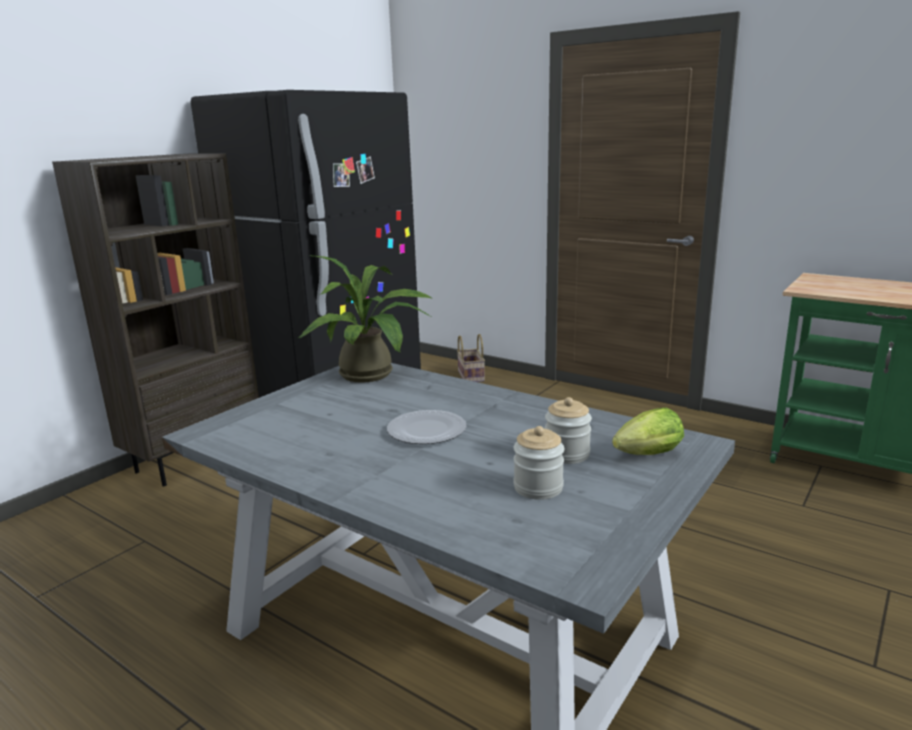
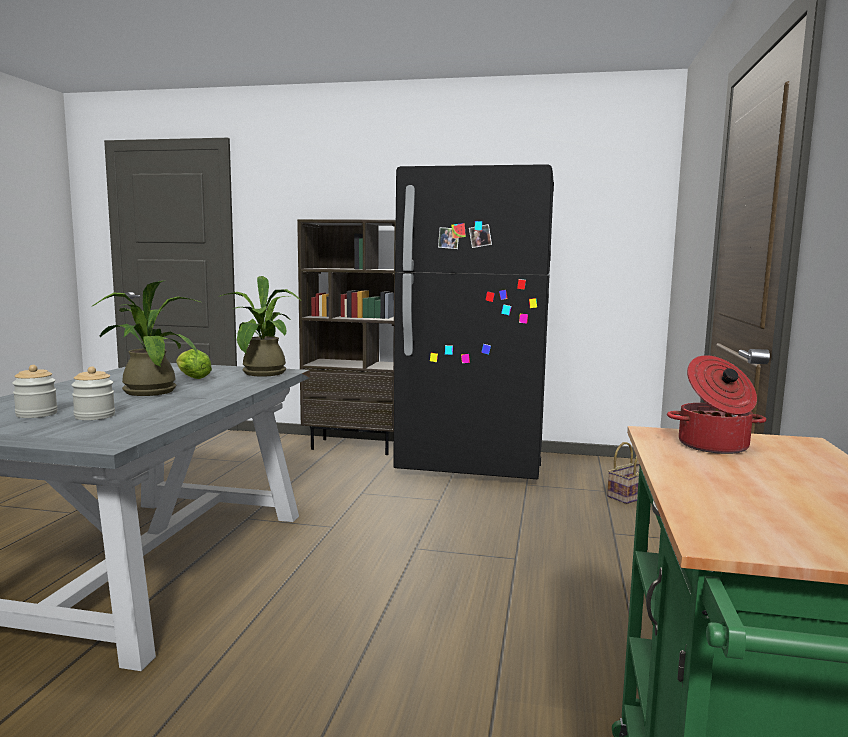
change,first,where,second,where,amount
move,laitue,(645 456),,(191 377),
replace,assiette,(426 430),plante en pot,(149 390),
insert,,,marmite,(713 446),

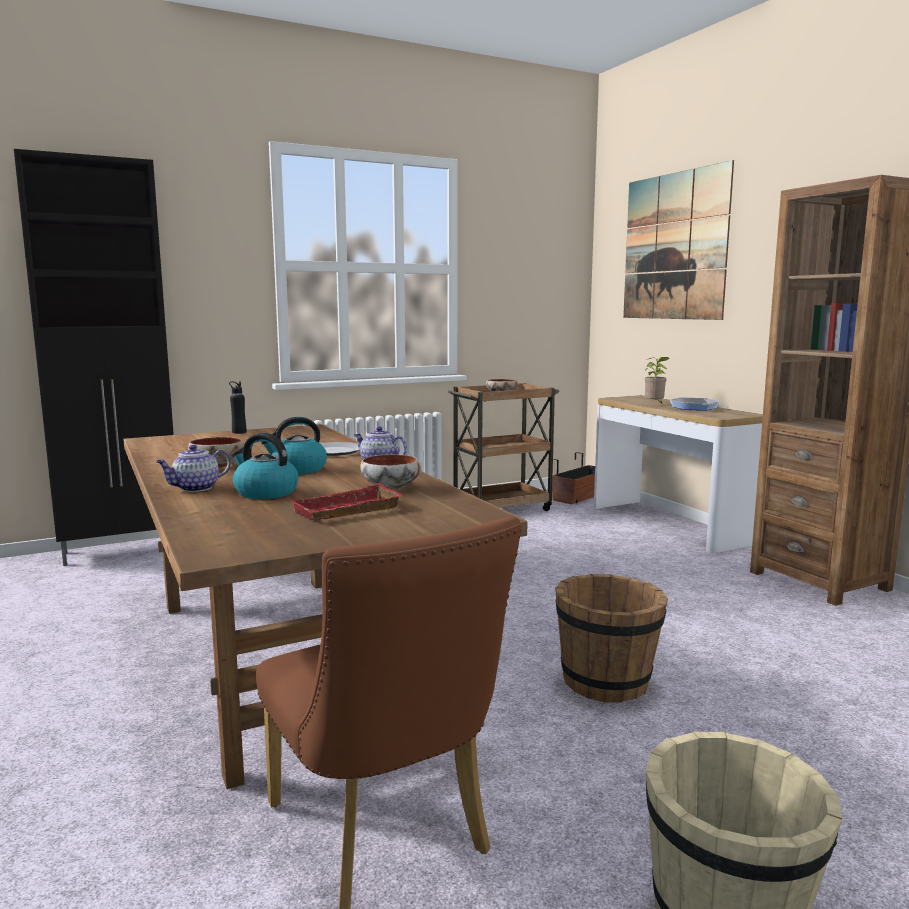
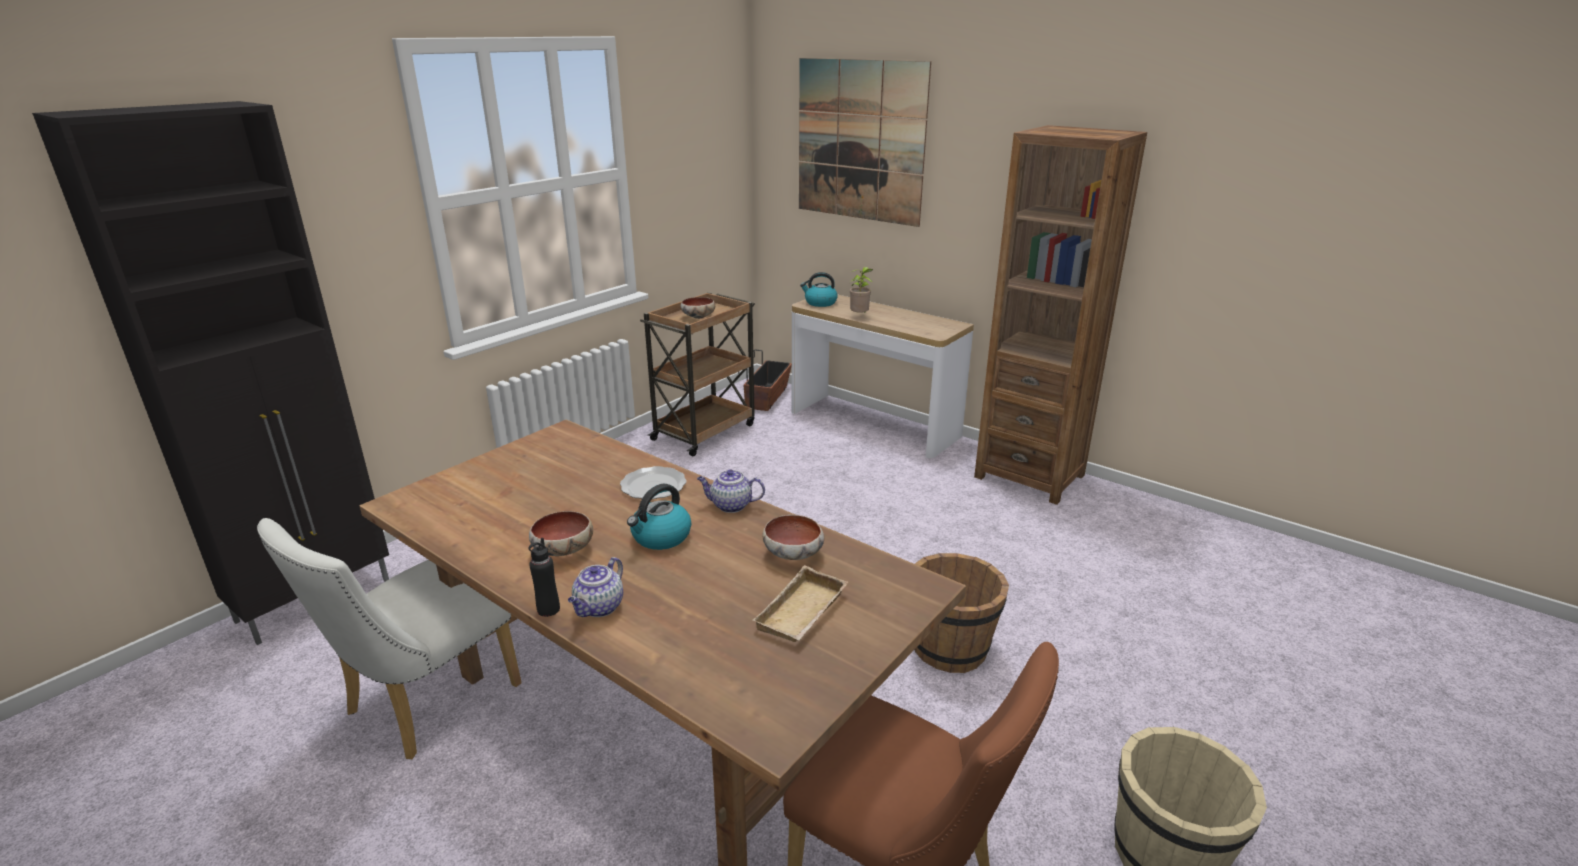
change,first,where,second,where,amount
move,bouteille/noir,(239 432),,(548 609),
delete,poêle,(694 407),,,
move,bouilloire,(265 492),,(820 303),
recolor,plateau/rouge,(347 511),plateau/beige,(803 613),
insert,,,chaise/blanc,(423 705),

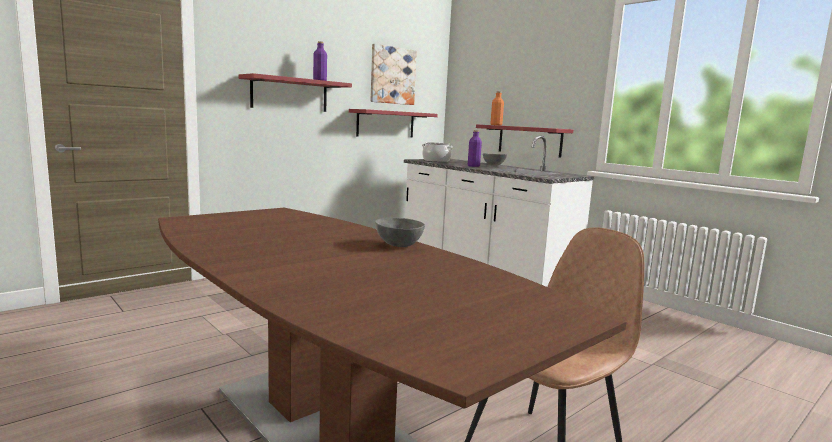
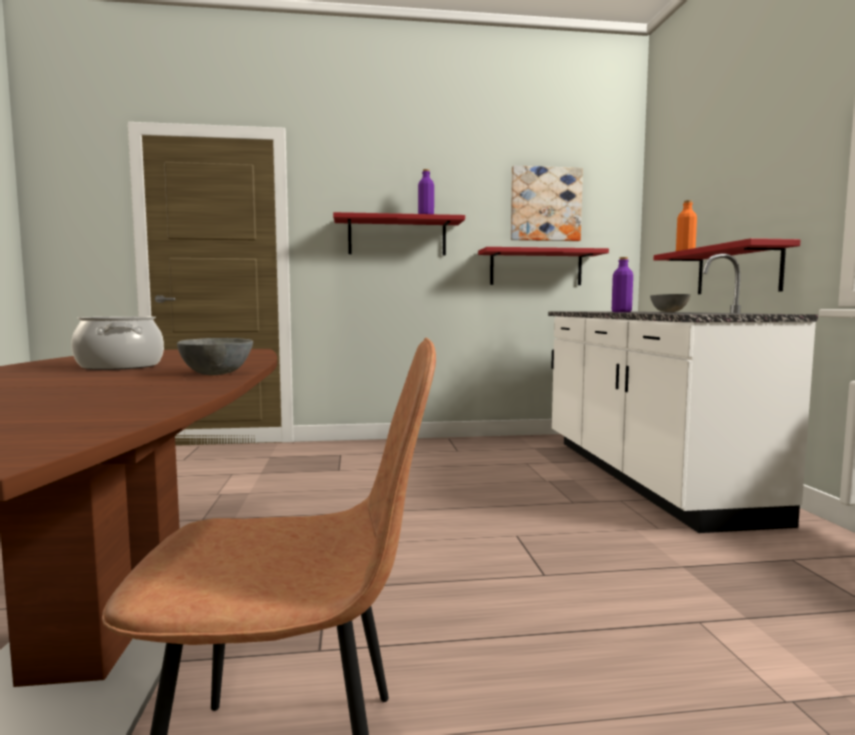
change,first,where,second,where,amount
move,marmite,(436 161),,(119 366),

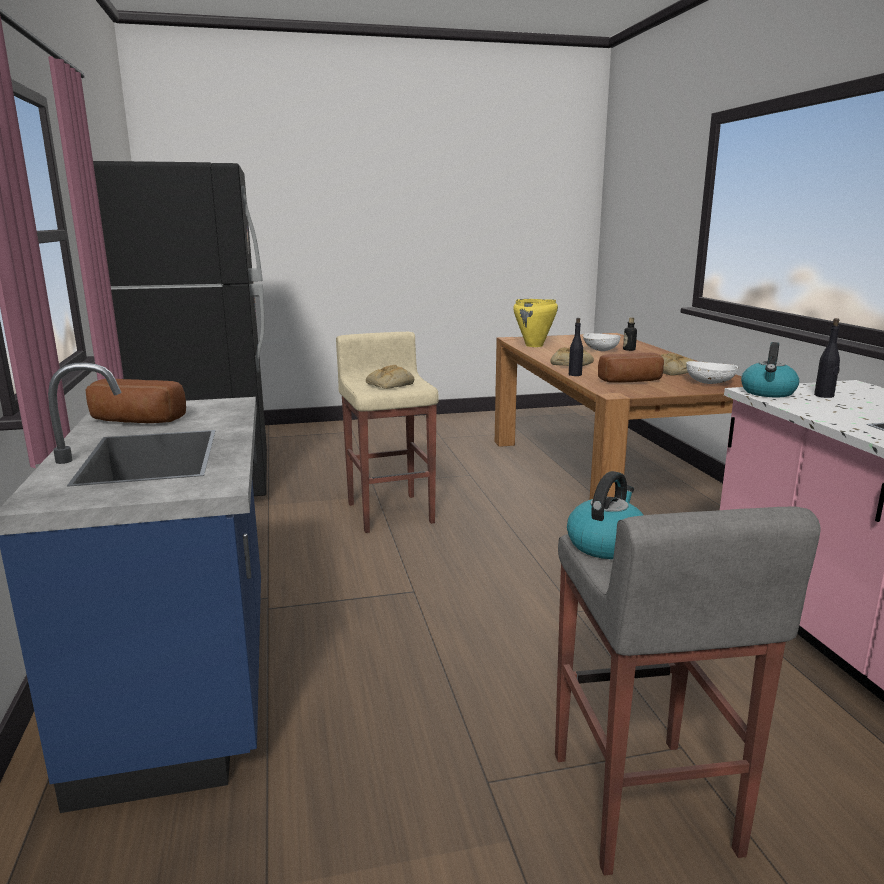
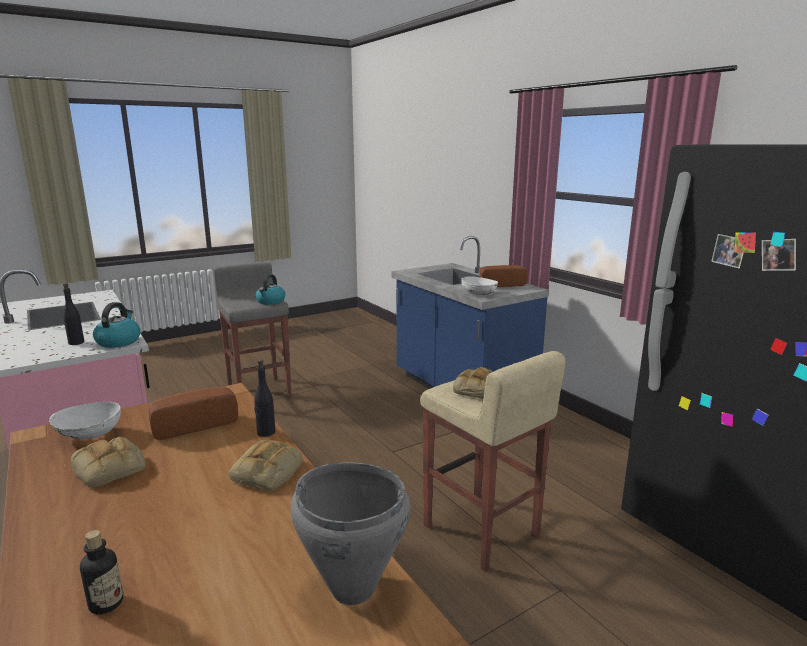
change,first,where,second,where,amount
recolor,marmite/jaune,(534 345),marmite/gris,(352 588),
move,bol/blanc,(600 350),,(479 294),

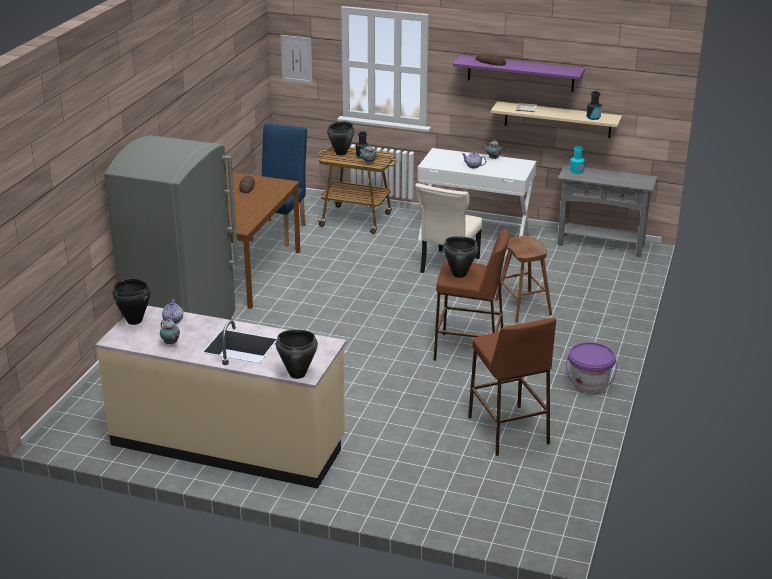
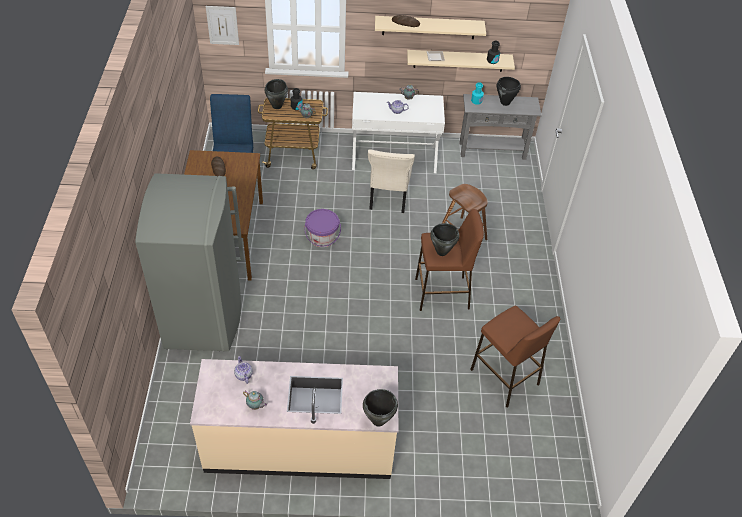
change,first,where,second,where,amount
recolor,étagère/violet,(520 73),étagère/beige,(428 27),
move,marmite/noir,(134 321),,(505 103),
move,seau/violet,(589 384),,(322 238),

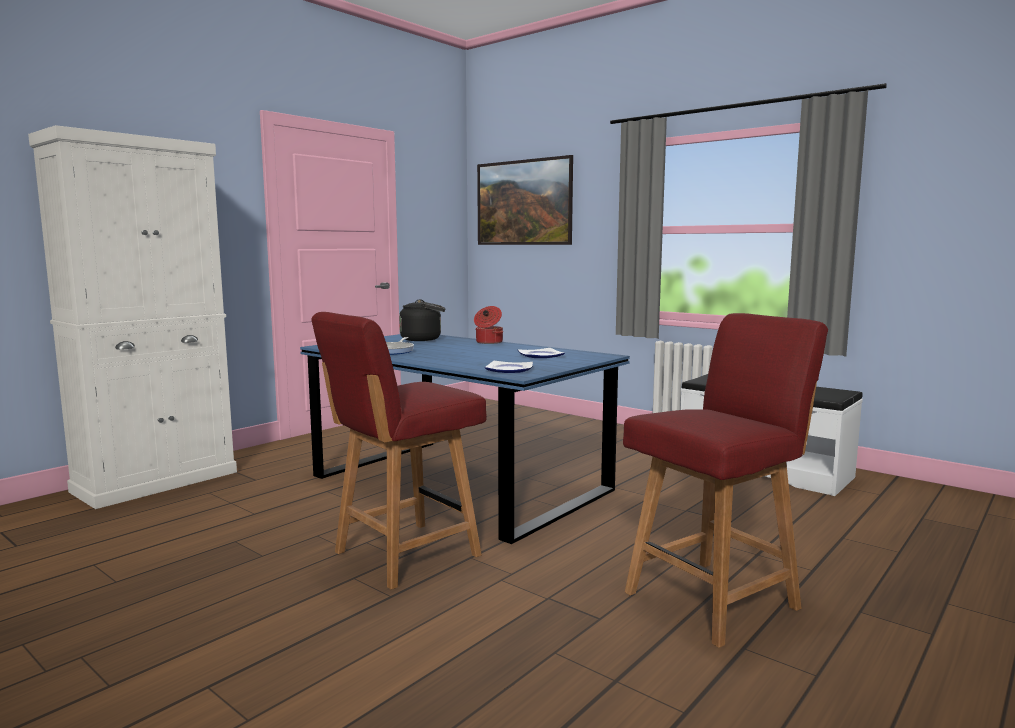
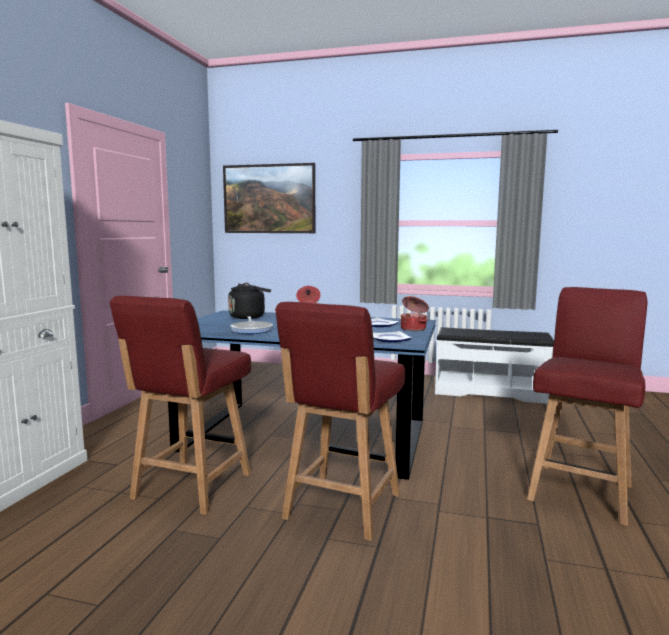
change,first,where,second,where,amount
insert,,,chaise/rouge,(190 487),
insert,,,marmite,(413 329),

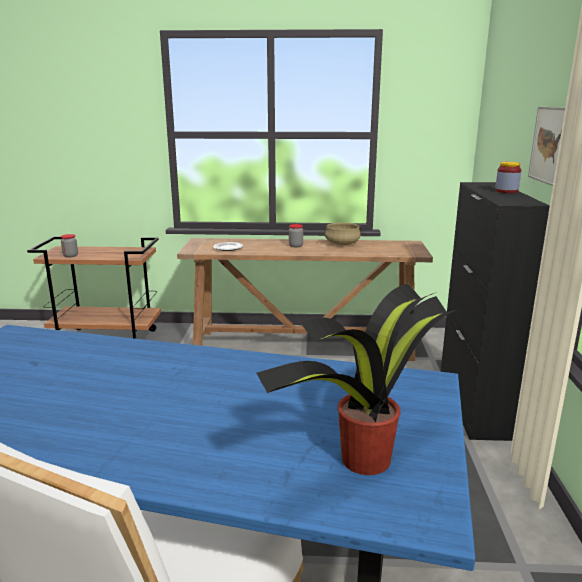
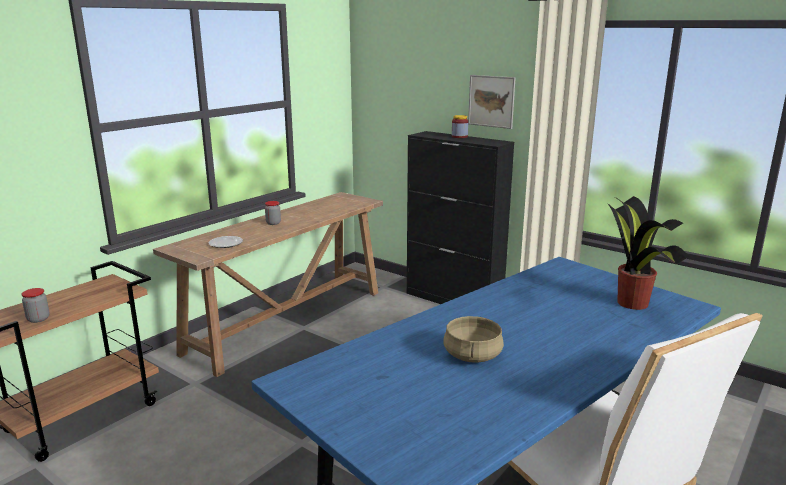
change,first,where,second,where,amount
move,marmite/beige,(342 244),,(473 356),

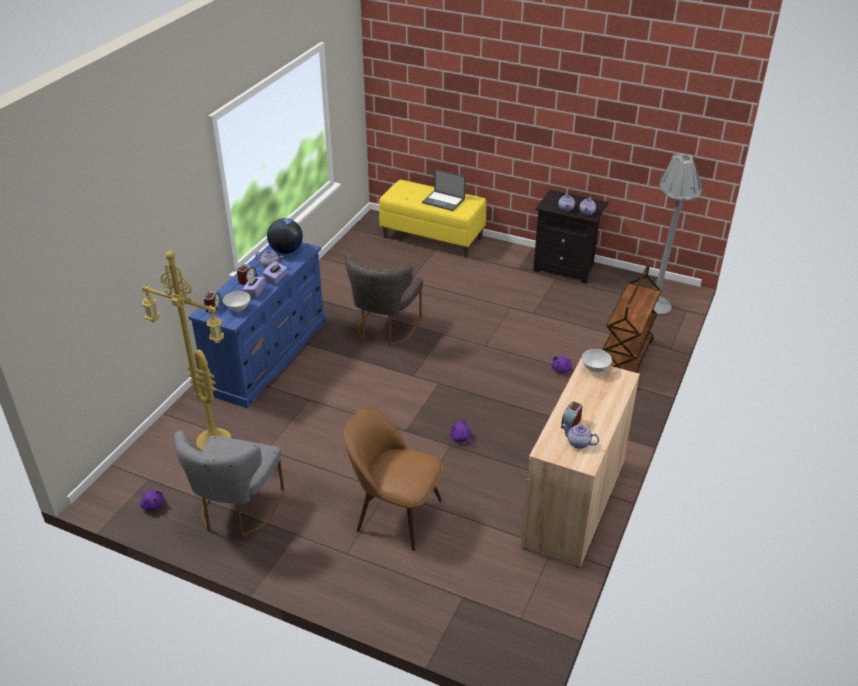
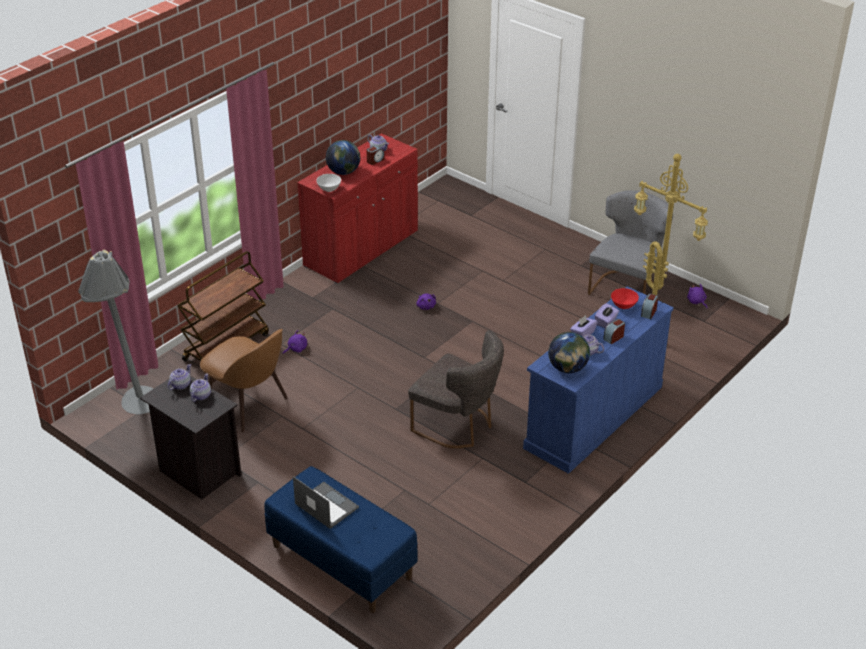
change,first,where,second,where,amount
recolor,banc/jaune,(433 237),banc/bleu,(341 562),
rotate,chaise/gris,(385 329),,(458 426),90 degrees clockwise
recolor,bol/blanc,(238 308),bol/rouge,(623 306),
recolor,meuble de rangement/beige,(574 504),meuble de rangement/rouge,(361 249),
move,chaise/marron,(395 514),,(248 405),
insert,,,globe,(343 172),

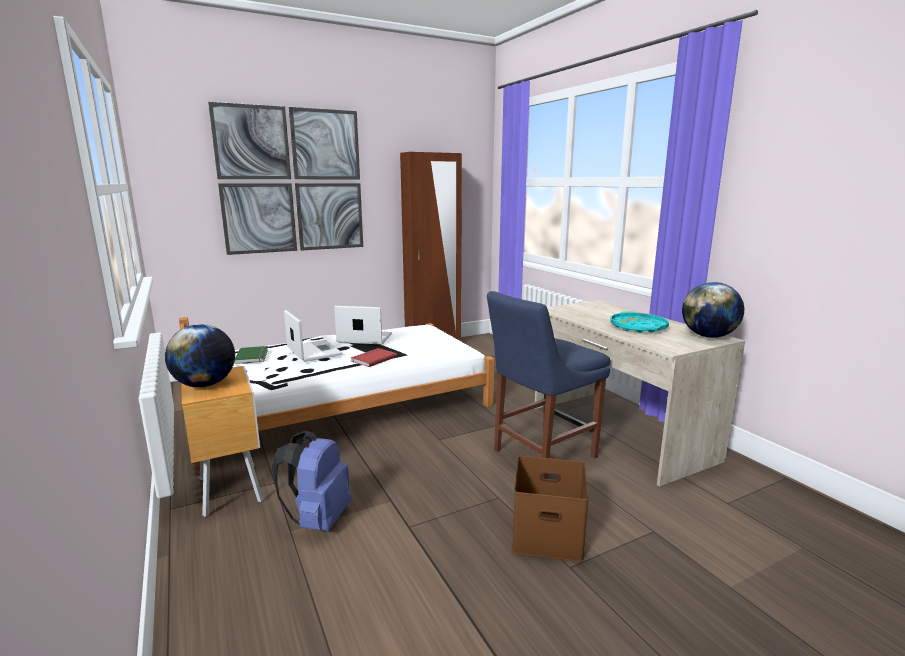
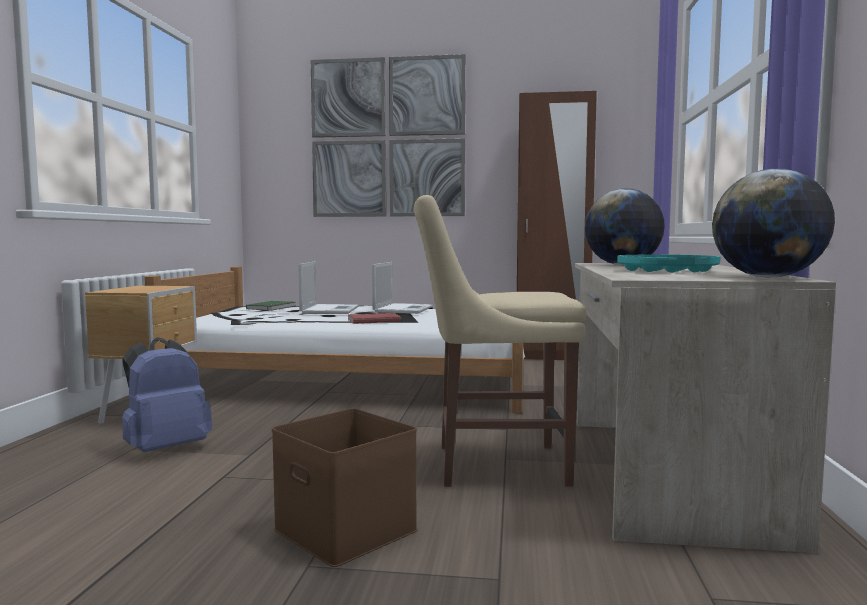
change,first,where,second,where,amount
recolor,chaise/bleu,(540 454),chaise/beige,(492 464),
rotate,ordinateur portable,(363 338),,(403 309),60 degrees clockwise
move,globe,(205 385),,(623 265),

